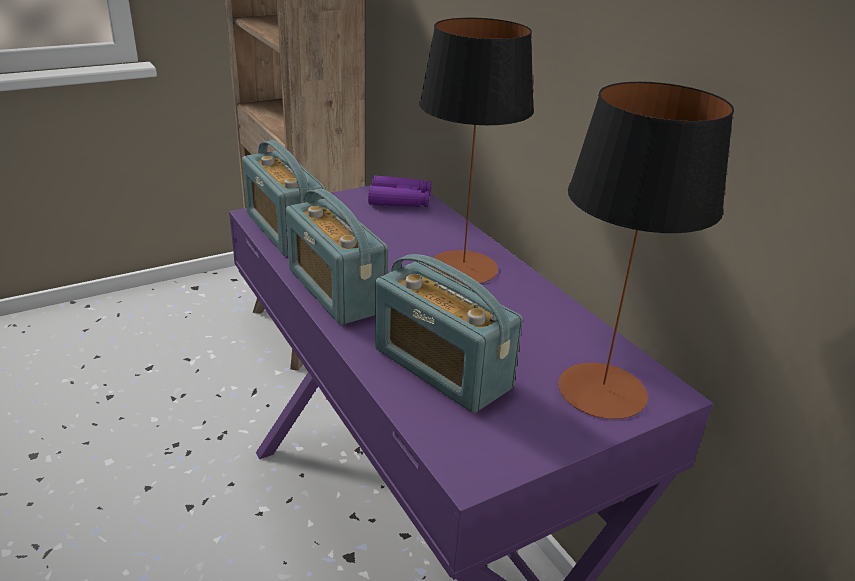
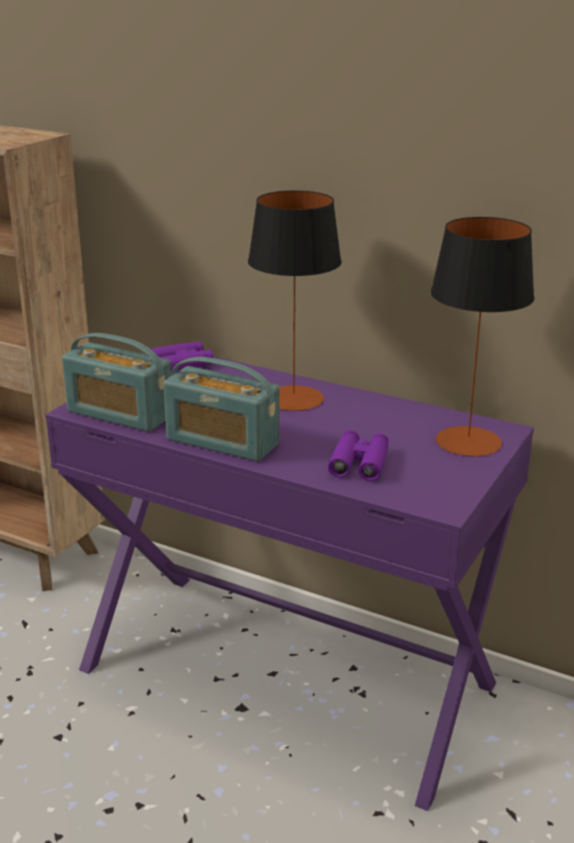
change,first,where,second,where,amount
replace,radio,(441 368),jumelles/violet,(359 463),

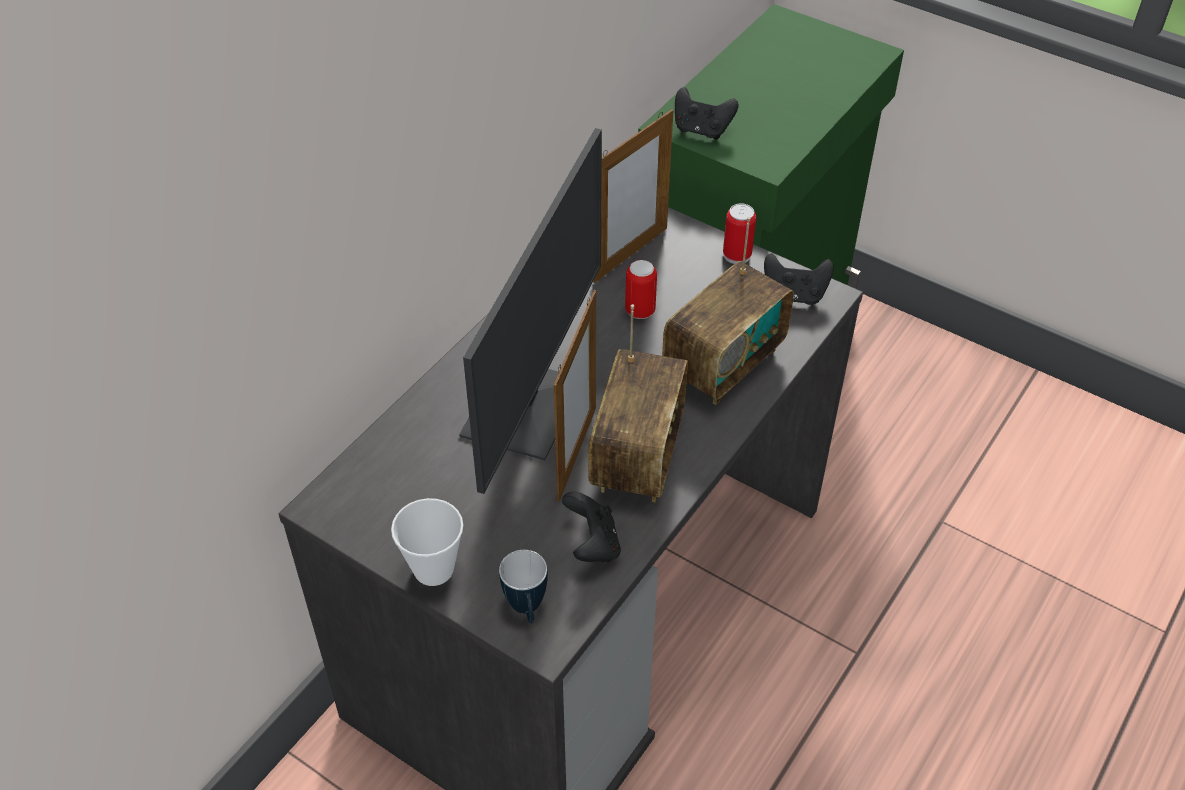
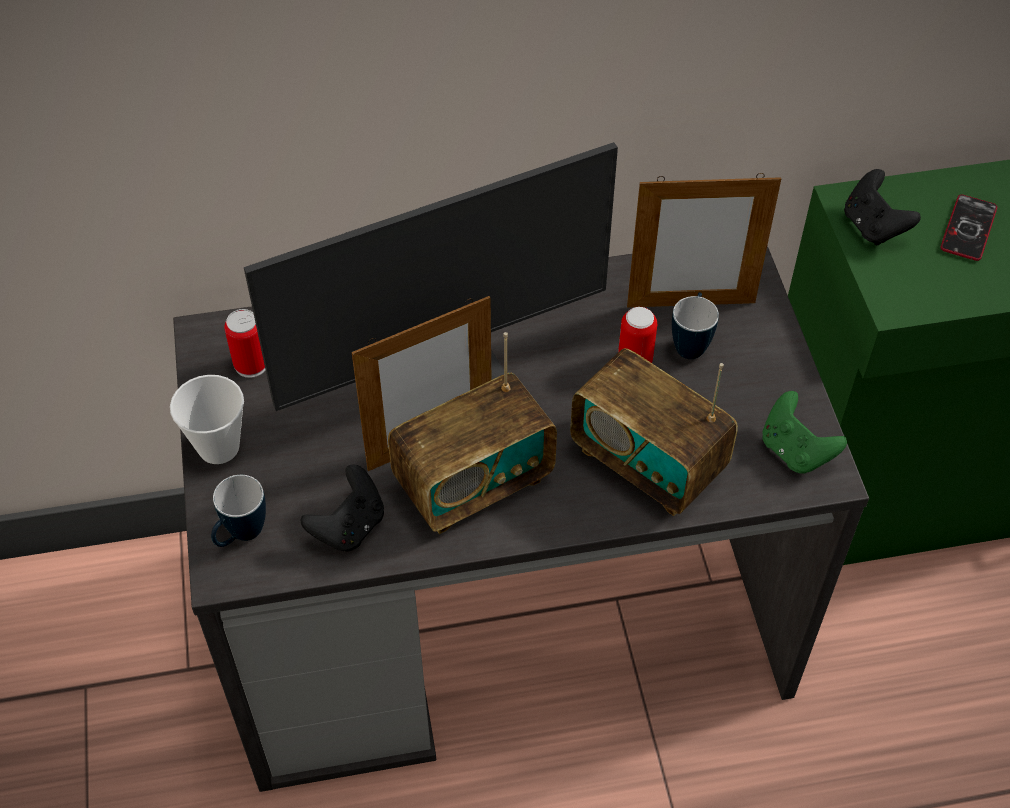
change,first,where,second,where,amount
move,boîte métallique,(737 255),,(251 364),
rotate,radio,(723 363),,(647 463),45 degrees clockwise
recolor,manette/noir,(794 295),manette/vert,(795 451),
insert,,,téléphone,(968 229),
insert,,,mug,(691 343),

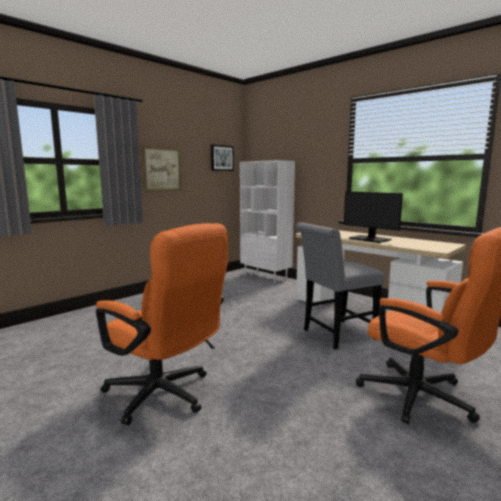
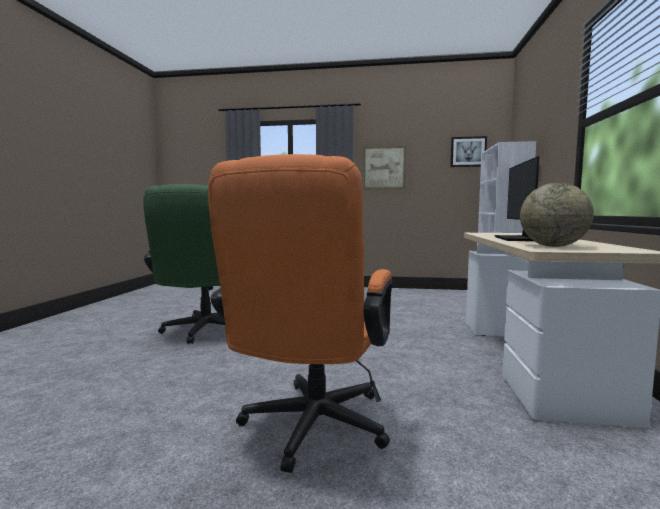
change,first,where,second,where,amount
recolor,chaise de bureau/orange,(165 396),chaise de bureau/vert,(202 332),
delete,chaise/gris,(335 335),,,
insert,,,globe,(553 246),

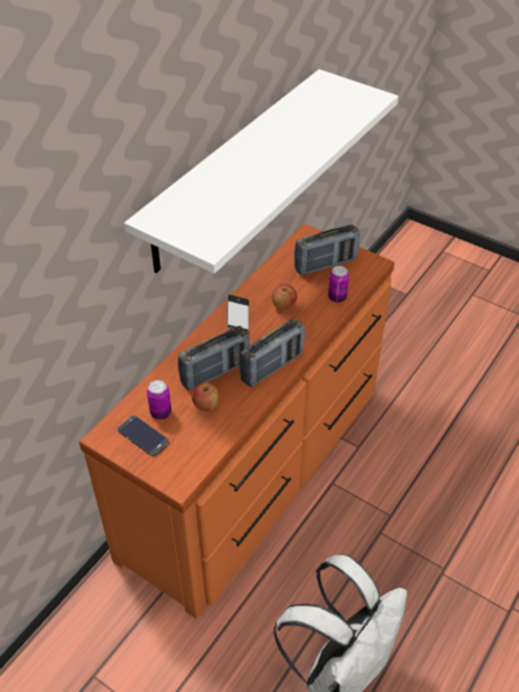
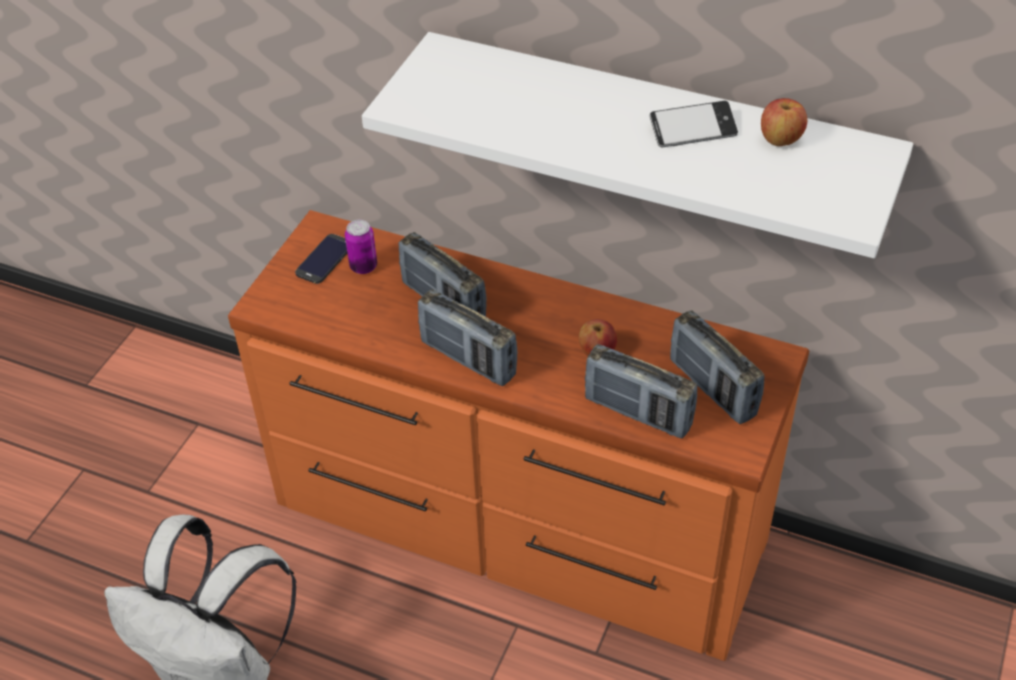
change,first,where,second,where,amount
replace,boîte métallique,(337 297),radio,(638 413),
move,téléphone,(238 316),,(692 130),
move,pomme,(205 405),,(780 140),

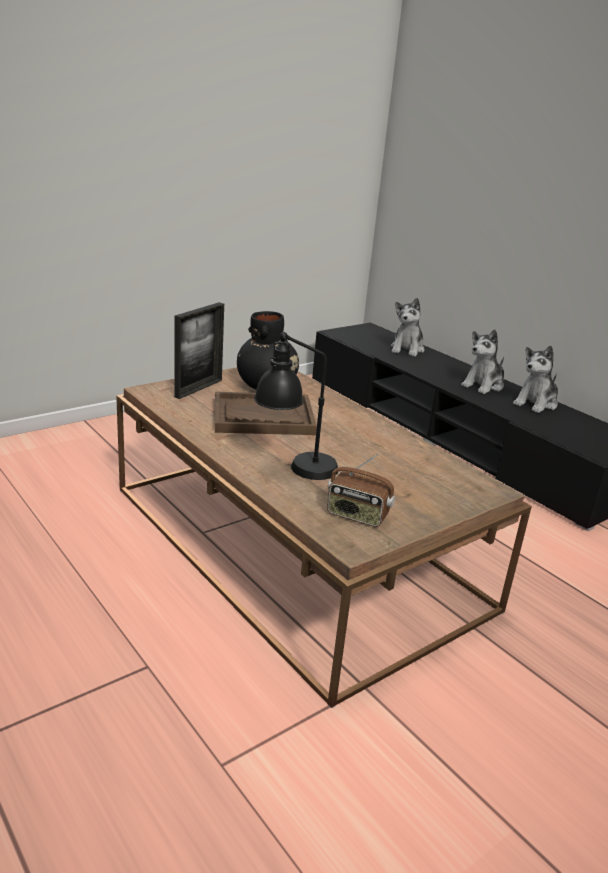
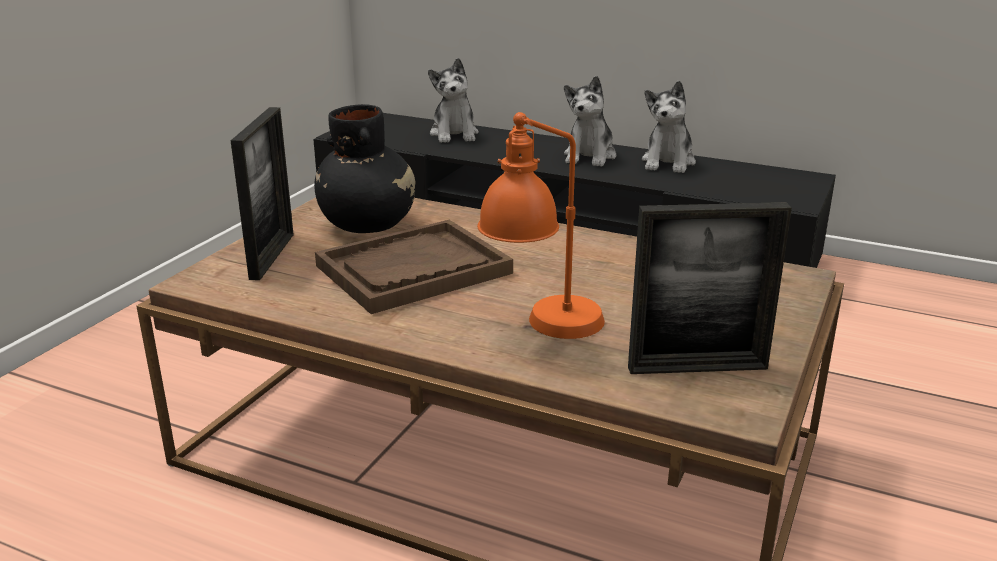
change,first,where,second,where,amount
recolor,lampe de table/noir,(294 469),lampe de table/orange,(542 331),
replace,radio,(357 516),cadre photo,(697 368),

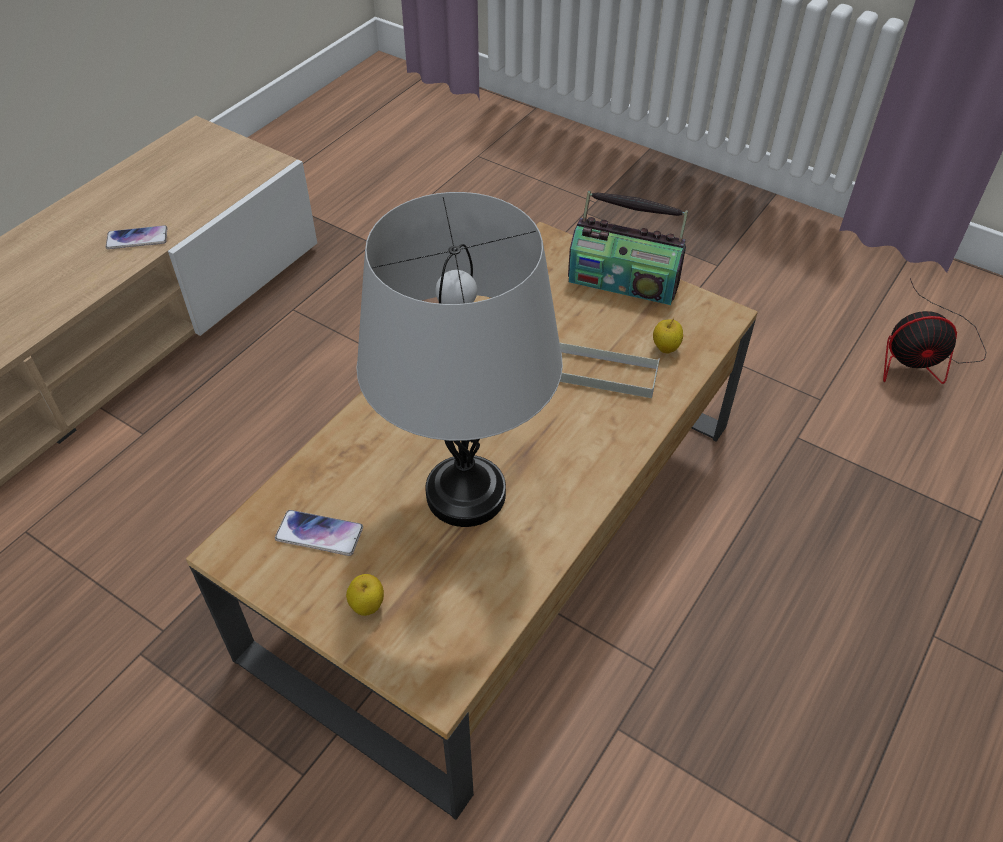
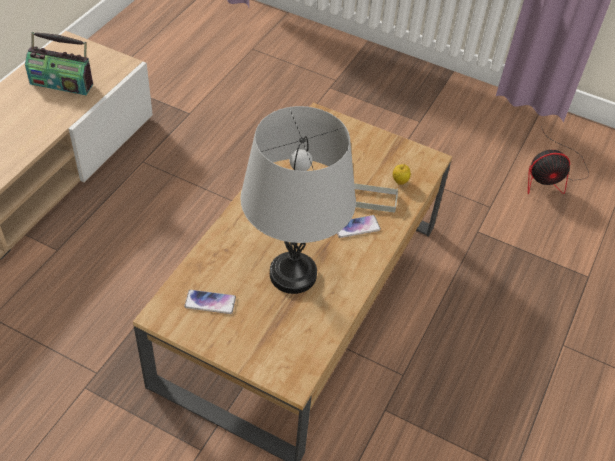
change,first,where,second,where,amount
move,radio,(623 281),,(62 83),
move,téléphone,(137 238),,(356 227),
delete,pomme,(368 606),,,

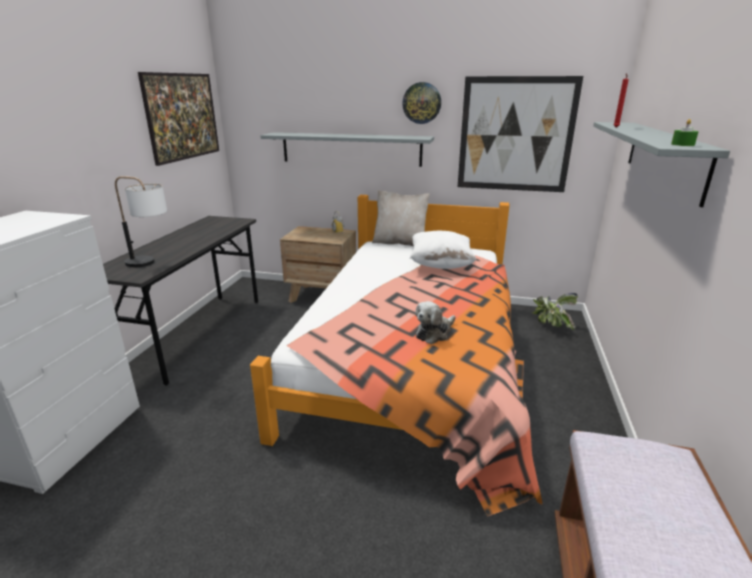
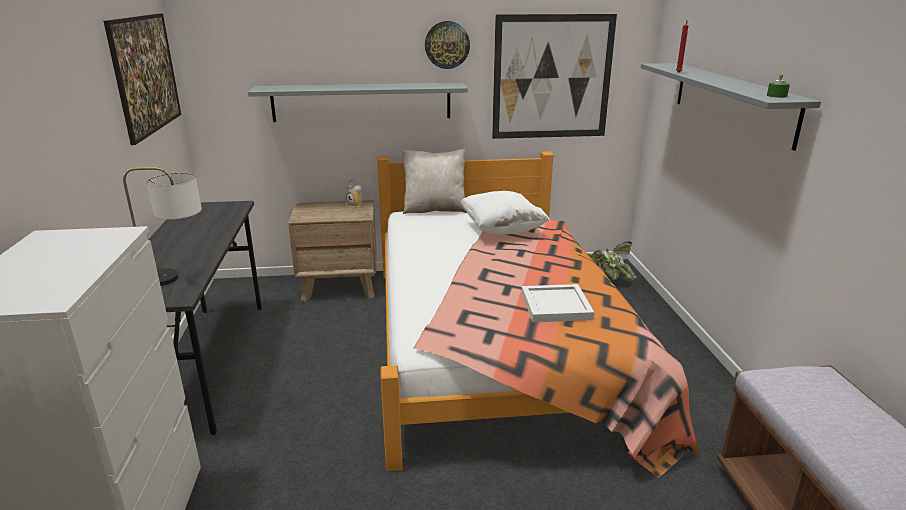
change,first,where,second,where,amount
replace,peluche,(434 333),plateau/blanc,(556 305),

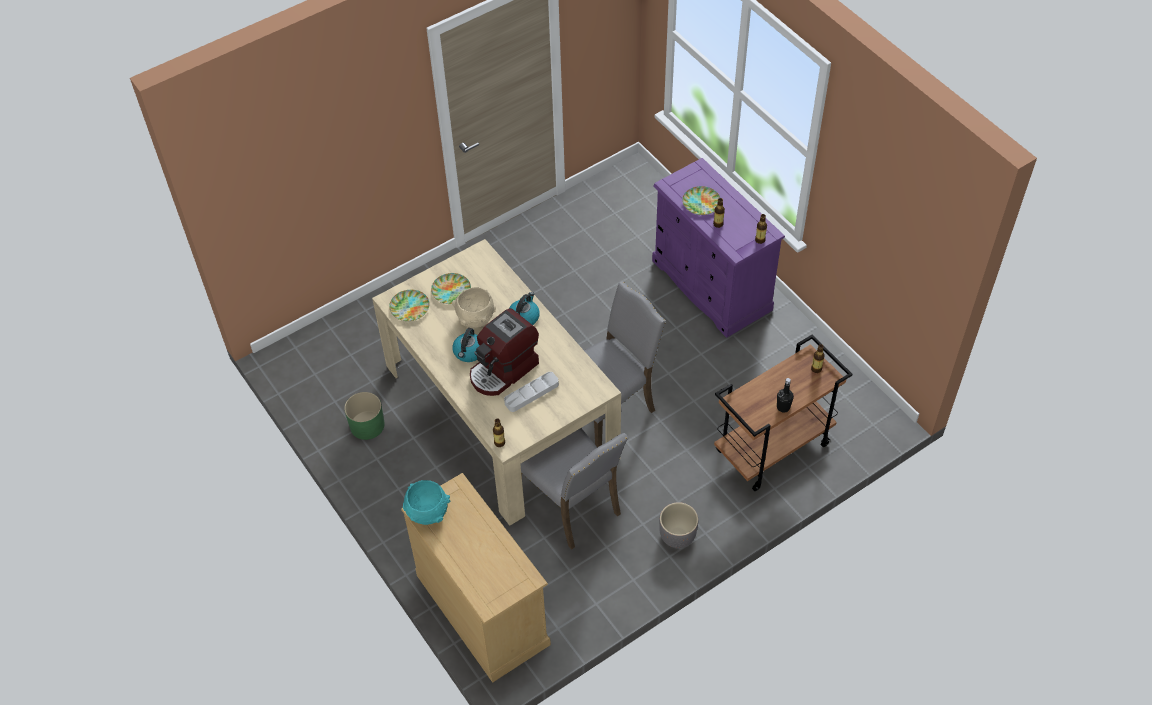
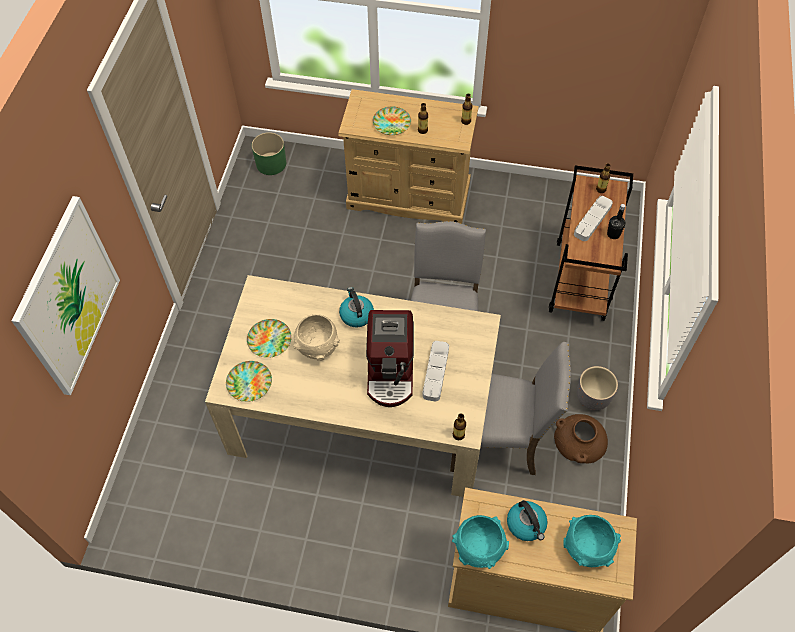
change,first,where,second,where,amount
recolor,commode/violet,(711 285),commode/beige,(408 196),
move,bouilloire,(469 352),,(526 524),
move,cache-pot/vert,(367 425),,(271 164),
insert,,,tableau,(68 297),
insert,,,plateau/gris,(592 220),
insert,,,vase/marron,(580 440),
insert,,,bol/turquoise,(587 548),

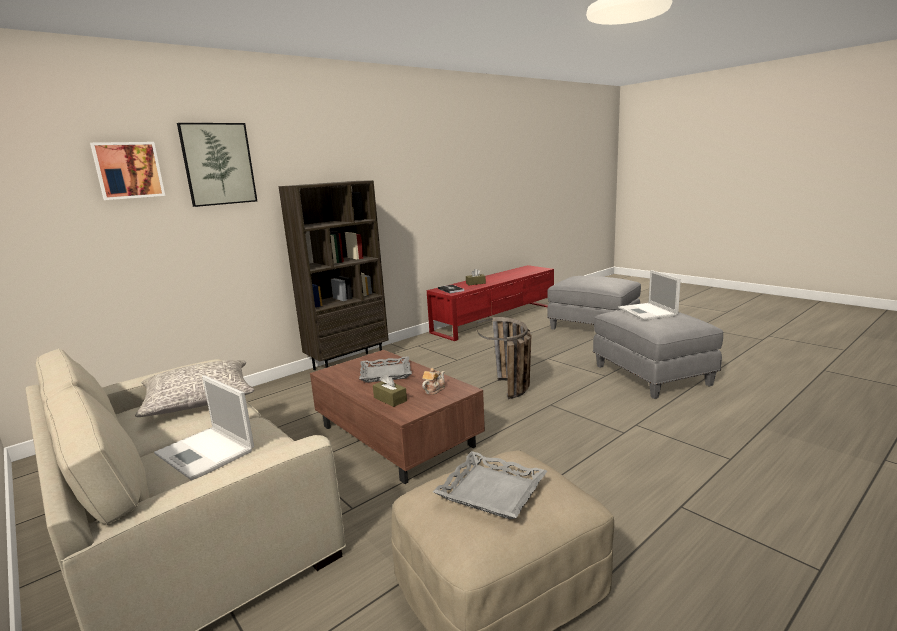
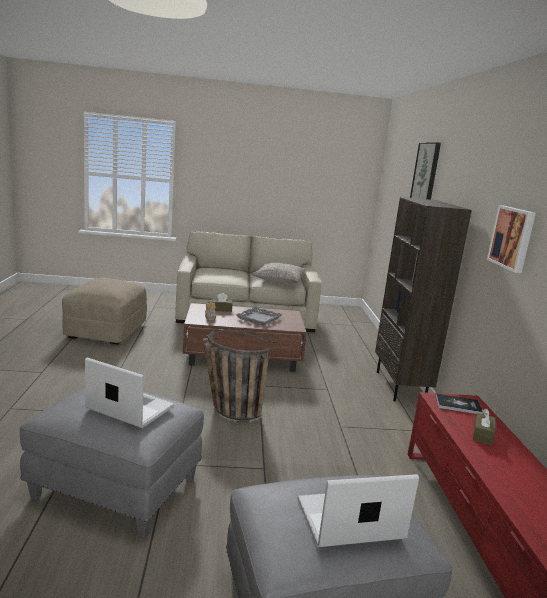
change,first,where,second,where,amount
move,tableau,(128 170),,(513 238),
move,ordinateur portable,(206 453),,(347 520),
delete,plateau/gris,(492 490),,,

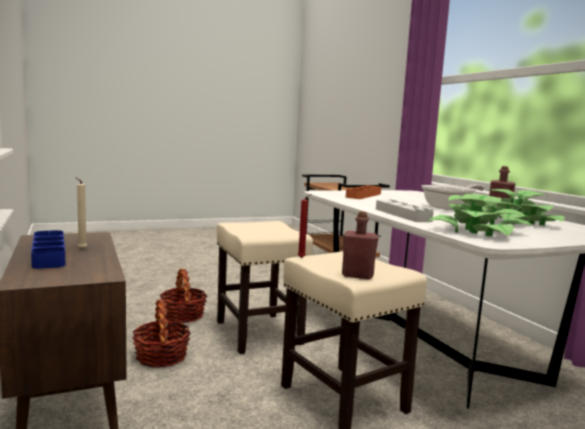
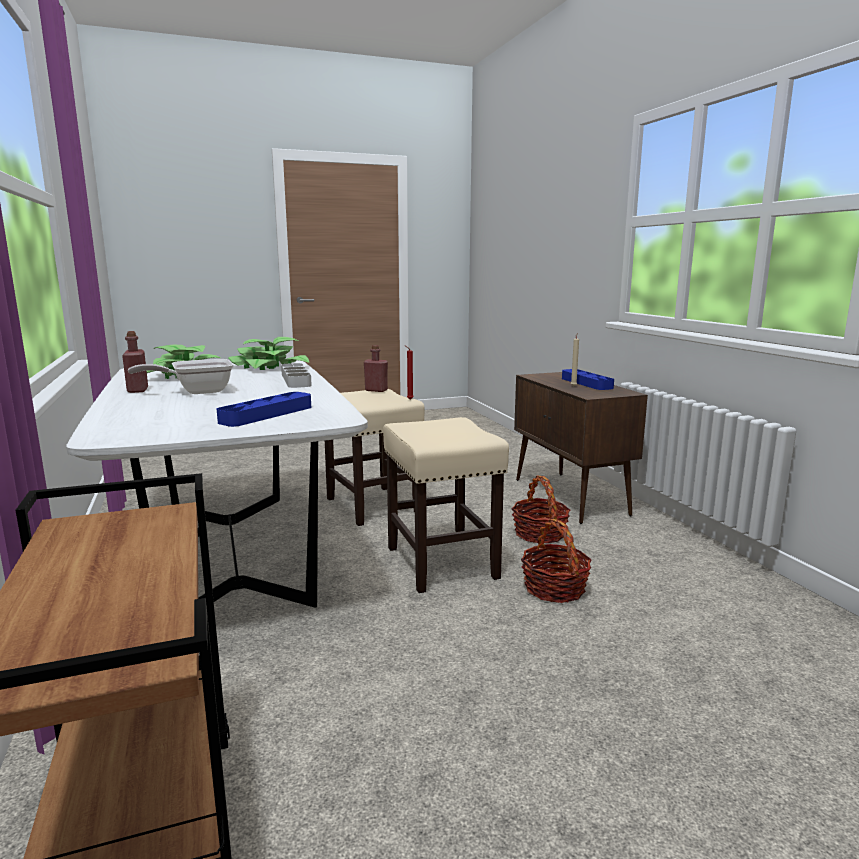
change,first,where,second,where,amount
recolor,plateau/orange,(363 195),plateau/bleu,(267 414),

